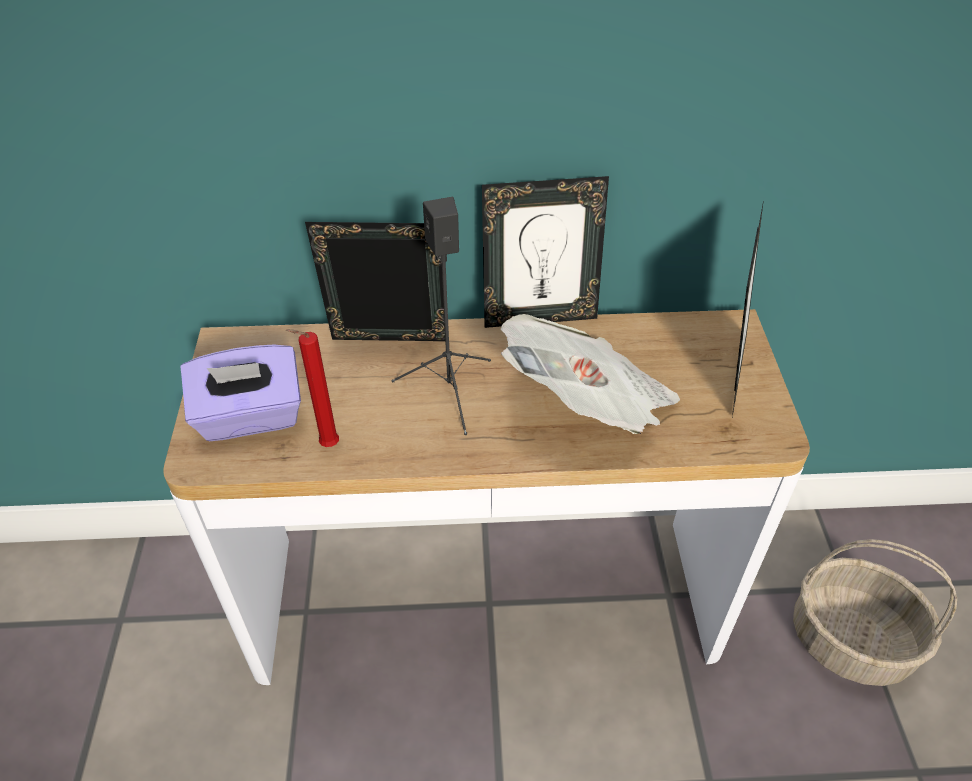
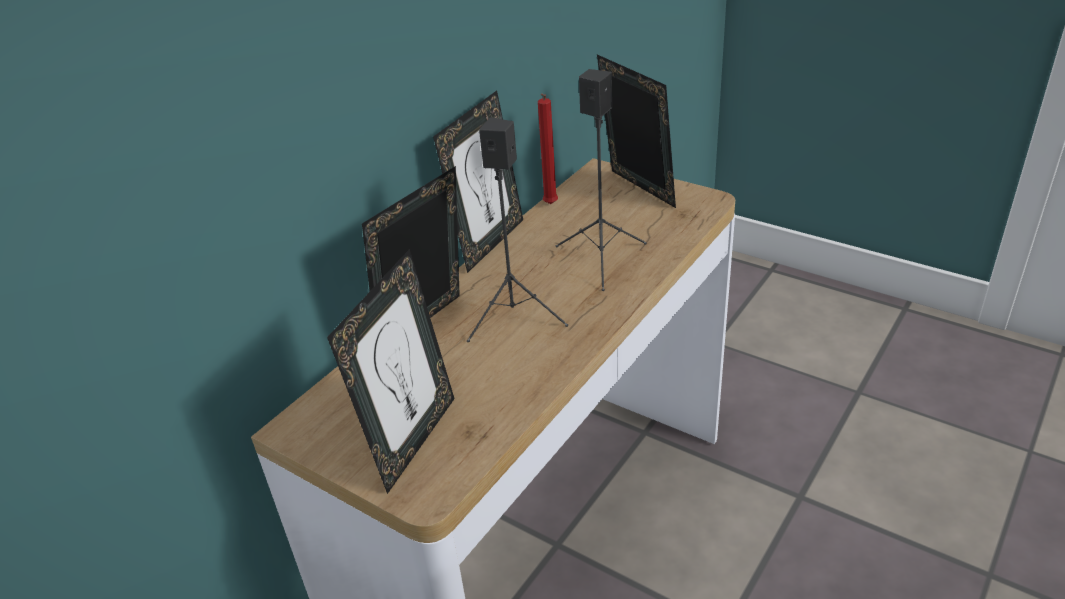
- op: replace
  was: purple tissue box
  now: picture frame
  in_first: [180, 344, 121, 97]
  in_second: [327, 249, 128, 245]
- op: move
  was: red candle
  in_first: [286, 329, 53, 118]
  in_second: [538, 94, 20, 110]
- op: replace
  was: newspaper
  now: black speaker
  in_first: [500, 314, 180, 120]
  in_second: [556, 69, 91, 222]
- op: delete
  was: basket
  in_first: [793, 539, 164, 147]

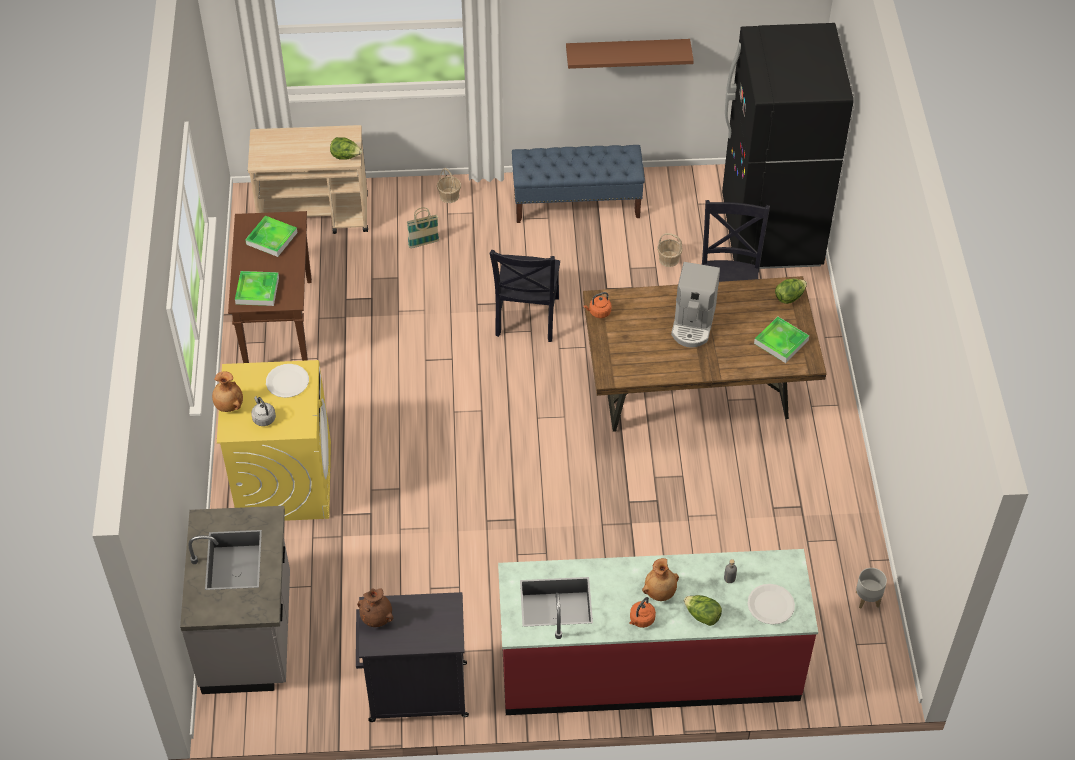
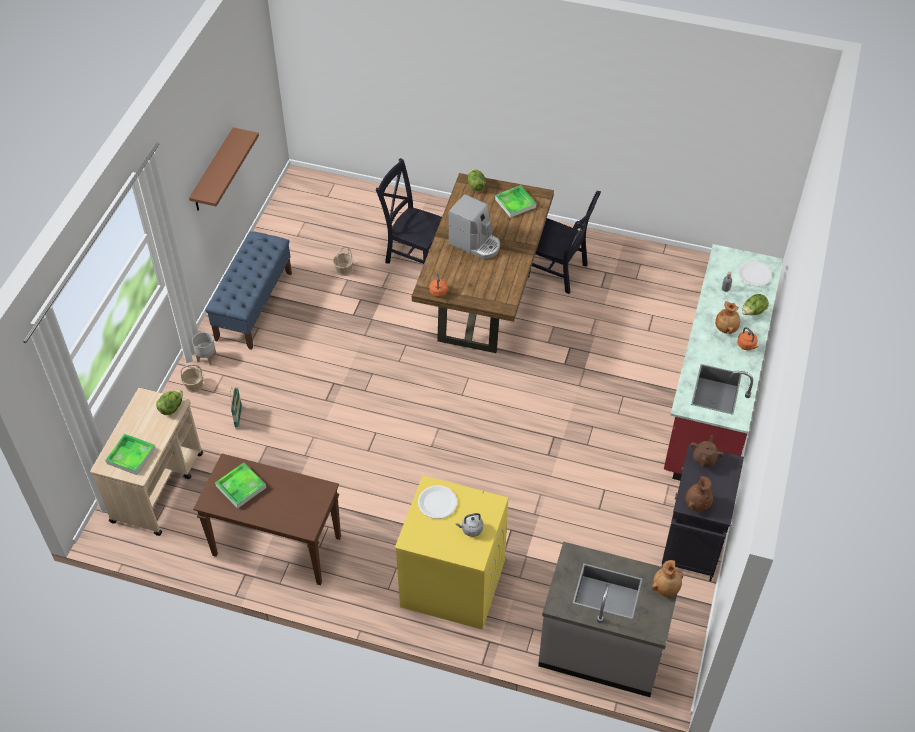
- op: move
  was: brown vase
  in_first: [212, 371, 31, 41]
  in_second: [651, 560, 32, 37]
- op: move
  was: tray
  in_first: [235, 271, 44, 35]
  in_second: [105, 434, 51, 41]
- op: move
  was: black chair
  in_first: [490, 250, 70, 92]
  in_second: [528, 191, 73, 103]
- op: delete
  was: black fridge
  in_first: [722, 23, 132, 246]
- op: move
  was: grey planter
  in_first: [856, 568, 31, 41]
  in_second: [192, 332, 25, 33]
- op: insert
  now: brown teapot
  in_second: [691, 435, 33, 32]

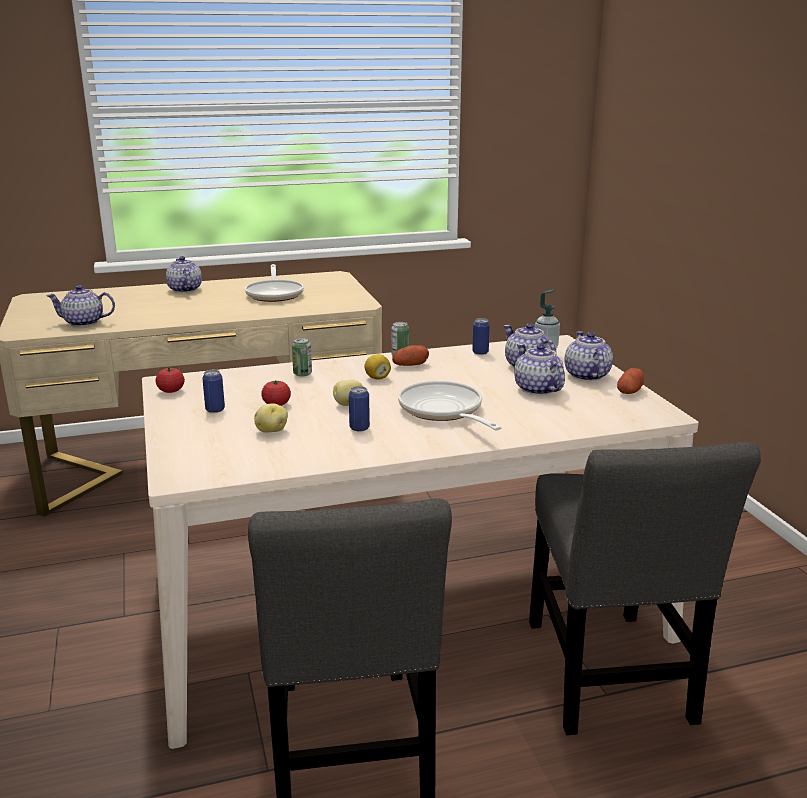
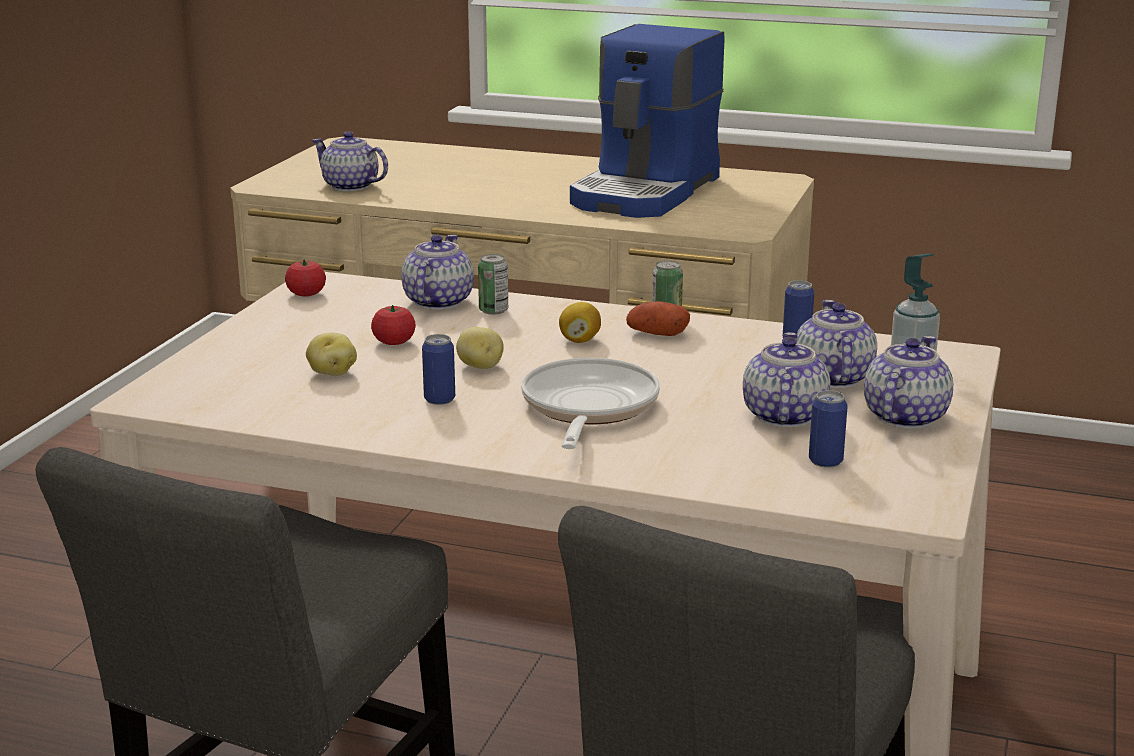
- op: move
  was: teapot
  in_first: [166, 256, 36, 37]
  in_second: [401, 234, 73, 76]
- op: move
  was: can
  in_first: [202, 370, 23, 43]
  in_second: [809, 390, 39, 78]
- op: replace
  was: frying pan
  now: coffee machine
  in_first: [245, 264, 59, 38]
  in_second: [570, 24, 154, 194]
- op: delete
  was: potato
  in_first: [617, 368, 27, 26]

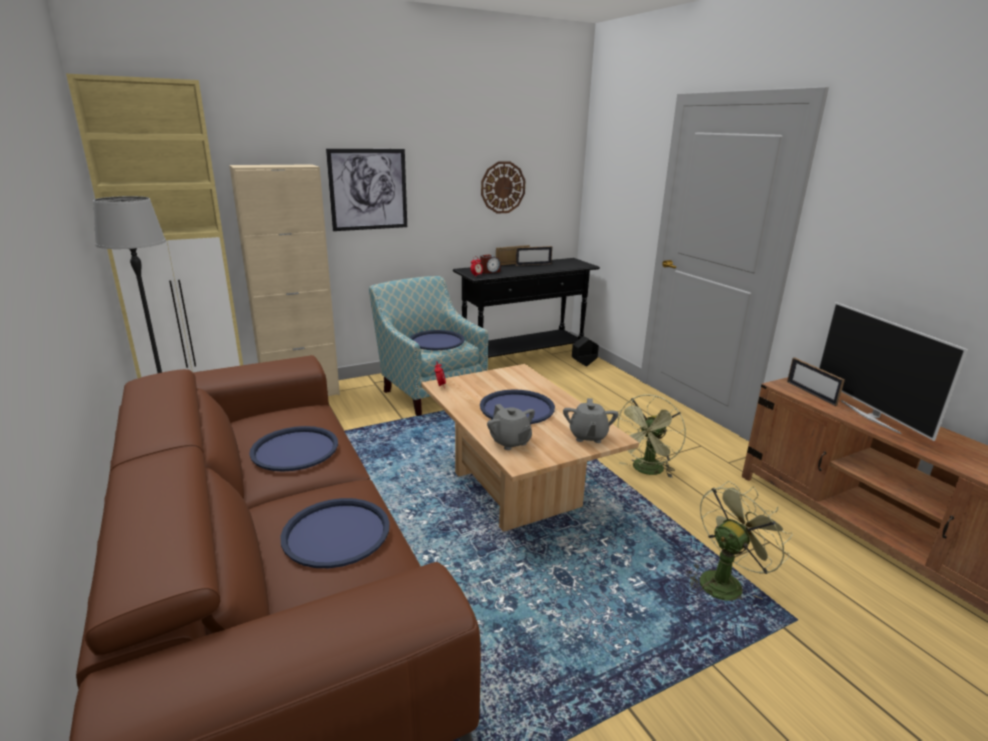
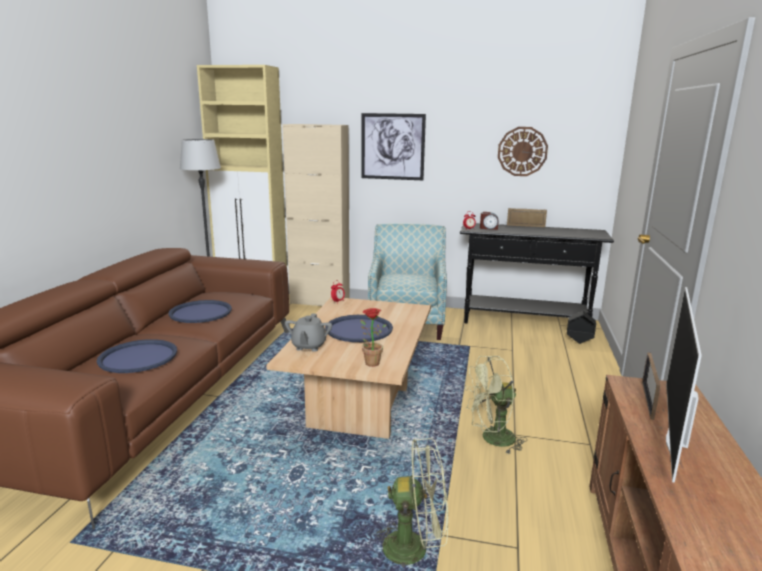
- op: delete
  was: blue tray
  in_first: [410, 330, 55, 20]
- op: delete
  was: picture frame
  in_first: [516, 246, 36, 20]
- op: replace
  was: grey teapot
  now: potted plant
  in_first: [563, 398, 55, 45]
  in_second: [360, 308, 27, 59]

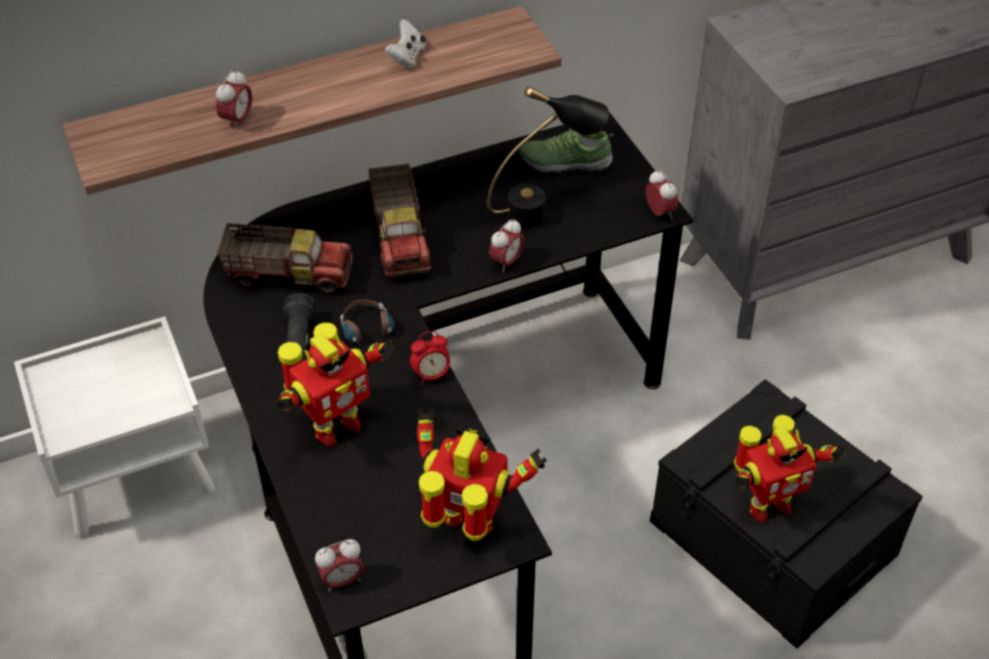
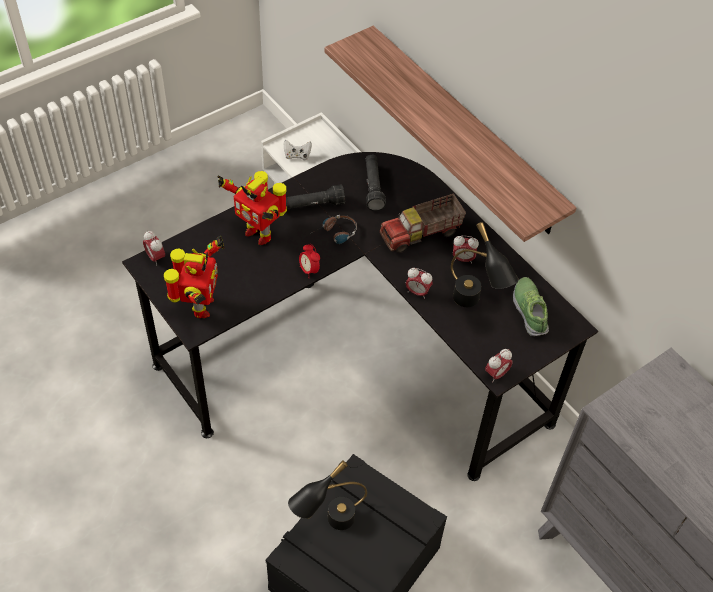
- op: move
  was: alarm clock
  in_first: [216, 69, 36, 62]
  in_second: [453, 235, 26, 29]
- op: replace
  was: toy truck
  now: black flashlight
  in_first: [217, 223, 136, 72]
  in_second: [366, 155, 20, 56]
- op: move
  was: white game controller
  in_first: [385, 19, 41, 49]
  in_second: [284, 140, 28, 20]
- op: replace
  was: toy robot
  now: black table lamp
  in_first: [734, 415, 112, 108]
  in_second: [288, 460, 79, 70]

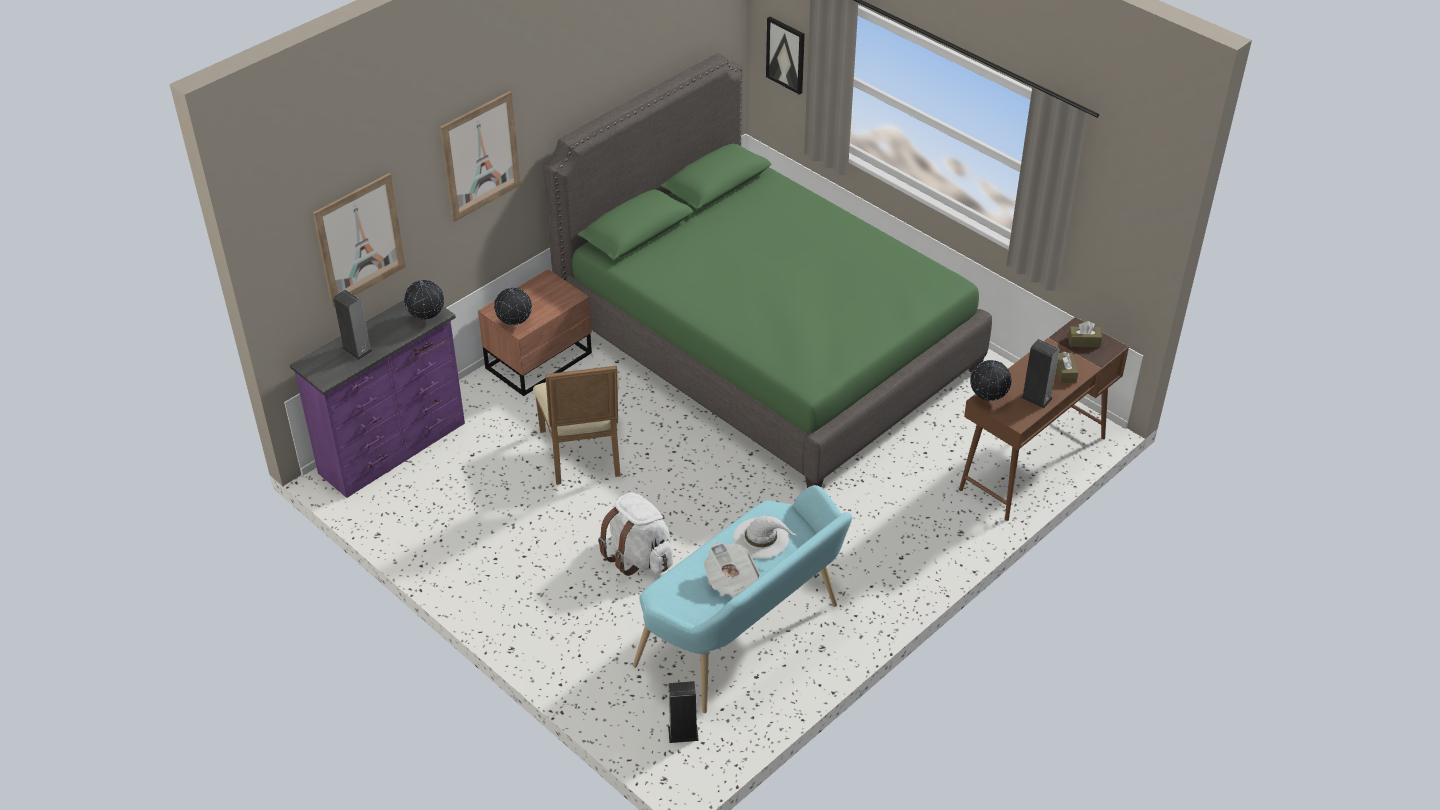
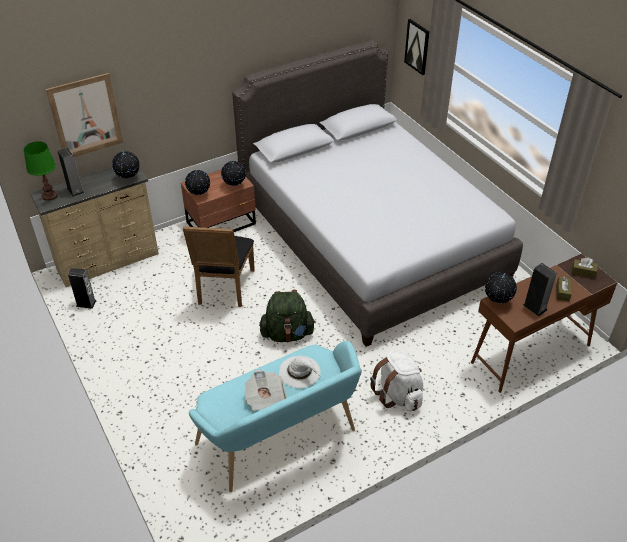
- op: recolor
  was: purple dresser
  now: beige dresser
  in_first: [290, 300, 175, 198]
  in_second: [30, 167, 129, 120]
- op: delete
  was: picture
  in_first: [440, 91, 81, 131]
- op: recolor
  was: beige chair
  now: black chair
  in_first: [533, 366, 87, 119]
  in_second: [183, 226, 72, 81]
- op: recolor
  was: green bed
  now: grey bed
  in_first: [543, 53, 449, 435]
  in_second: [232, 40, 291, 307]
- op: move
  was: white backpack
  in_first: [598, 492, 75, 84]
  in_second: [370, 349, 53, 63]
- op: move
  was: speaker
  in_first: [668, 681, 31, 62]
  in_second: [68, 268, 29, 41]
- op: insert
  now: green table lamp
  in_second: [24, 141, 34, 60]
- op: insert
  now: globe
  in_second: [221, 160, 25, 26]
- op: insert
  now: green backpack
  in_second: [259, 290, 57, 52]

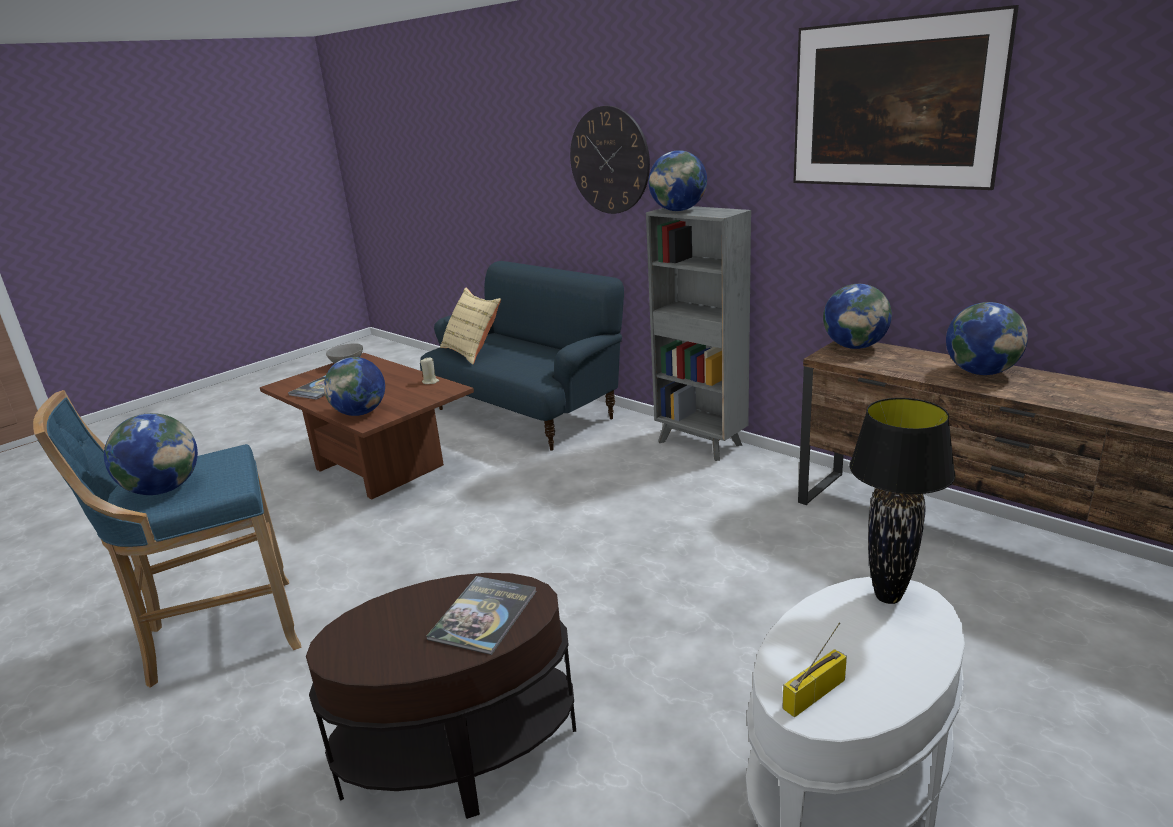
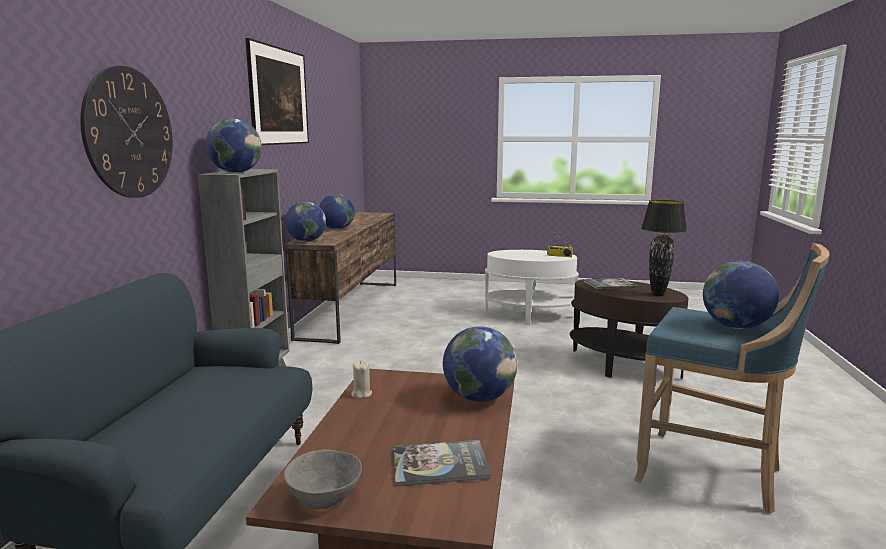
- op: delete
  was: beige pillow
  in_first: [440, 287, 61, 77]
- op: move
  was: black table lamp
  in_first: [849, 398, 107, 206]
  in_second: [641, 200, 46, 96]

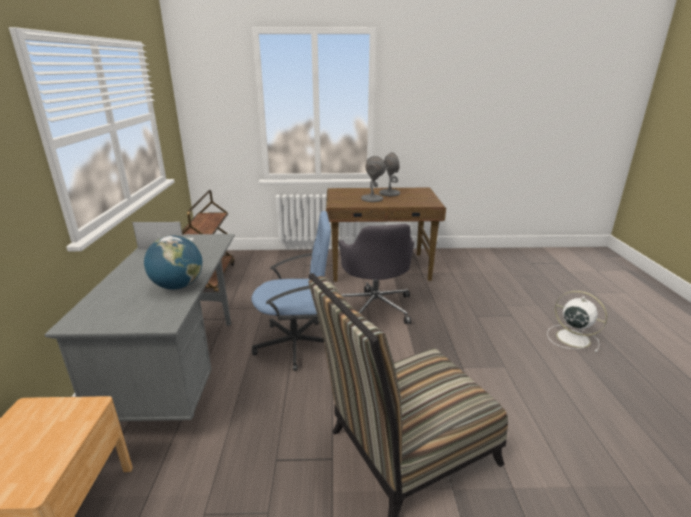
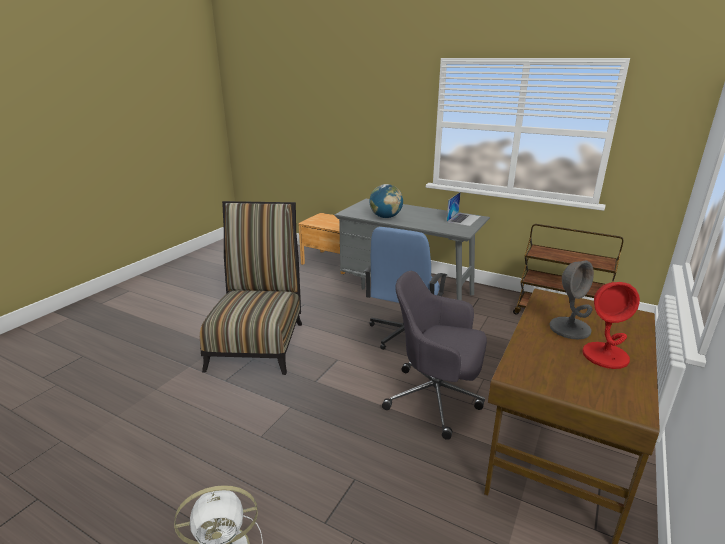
- op: recolor
  was: grey table lamp
  now: red table lamp
  in_first: [379, 152, 21, 44]
  in_second: [582, 282, 58, 87]

